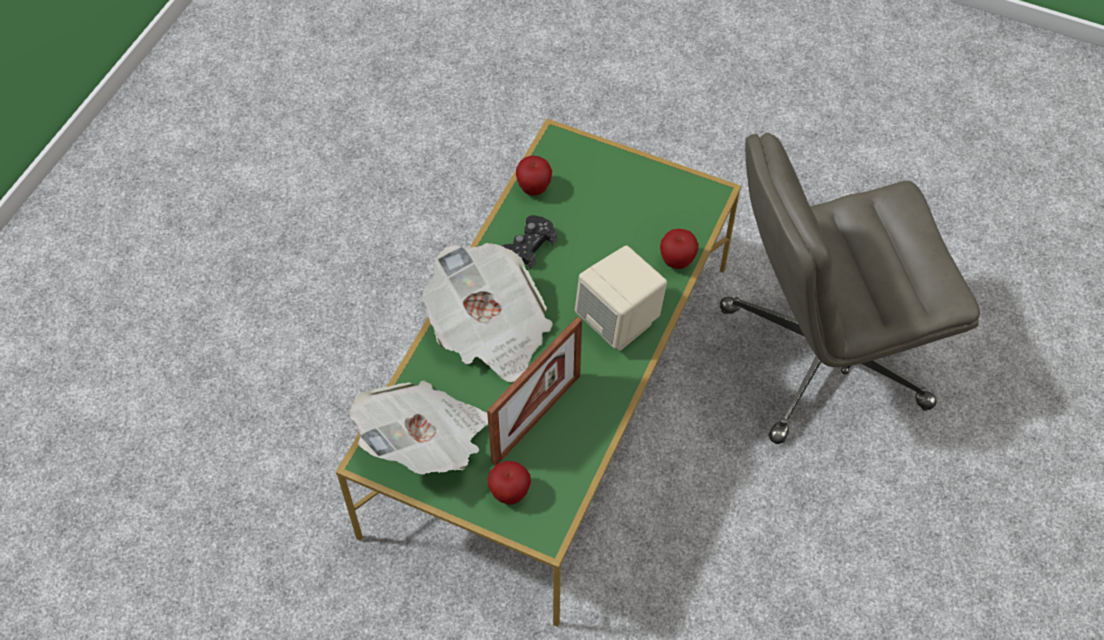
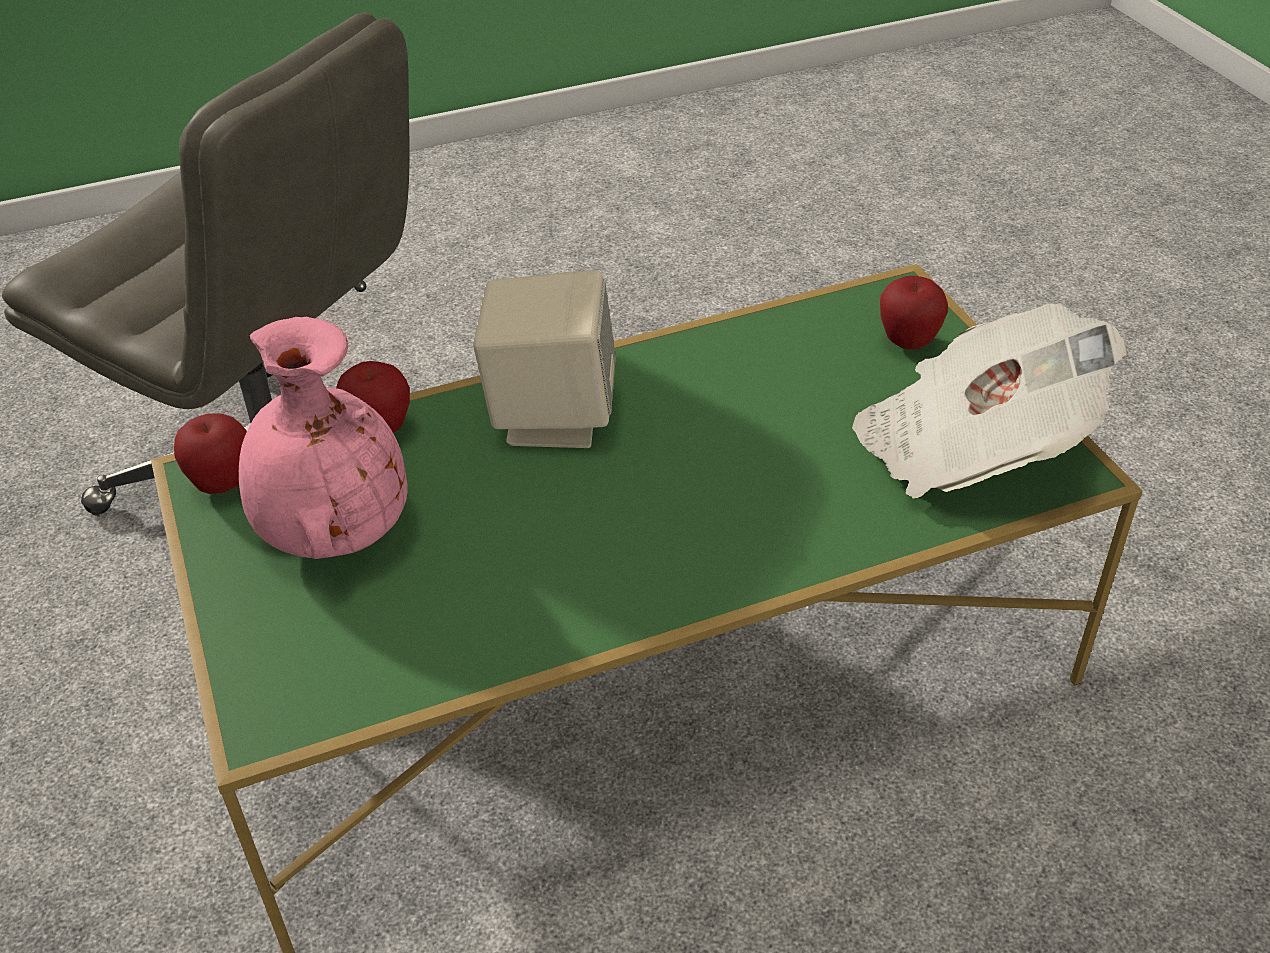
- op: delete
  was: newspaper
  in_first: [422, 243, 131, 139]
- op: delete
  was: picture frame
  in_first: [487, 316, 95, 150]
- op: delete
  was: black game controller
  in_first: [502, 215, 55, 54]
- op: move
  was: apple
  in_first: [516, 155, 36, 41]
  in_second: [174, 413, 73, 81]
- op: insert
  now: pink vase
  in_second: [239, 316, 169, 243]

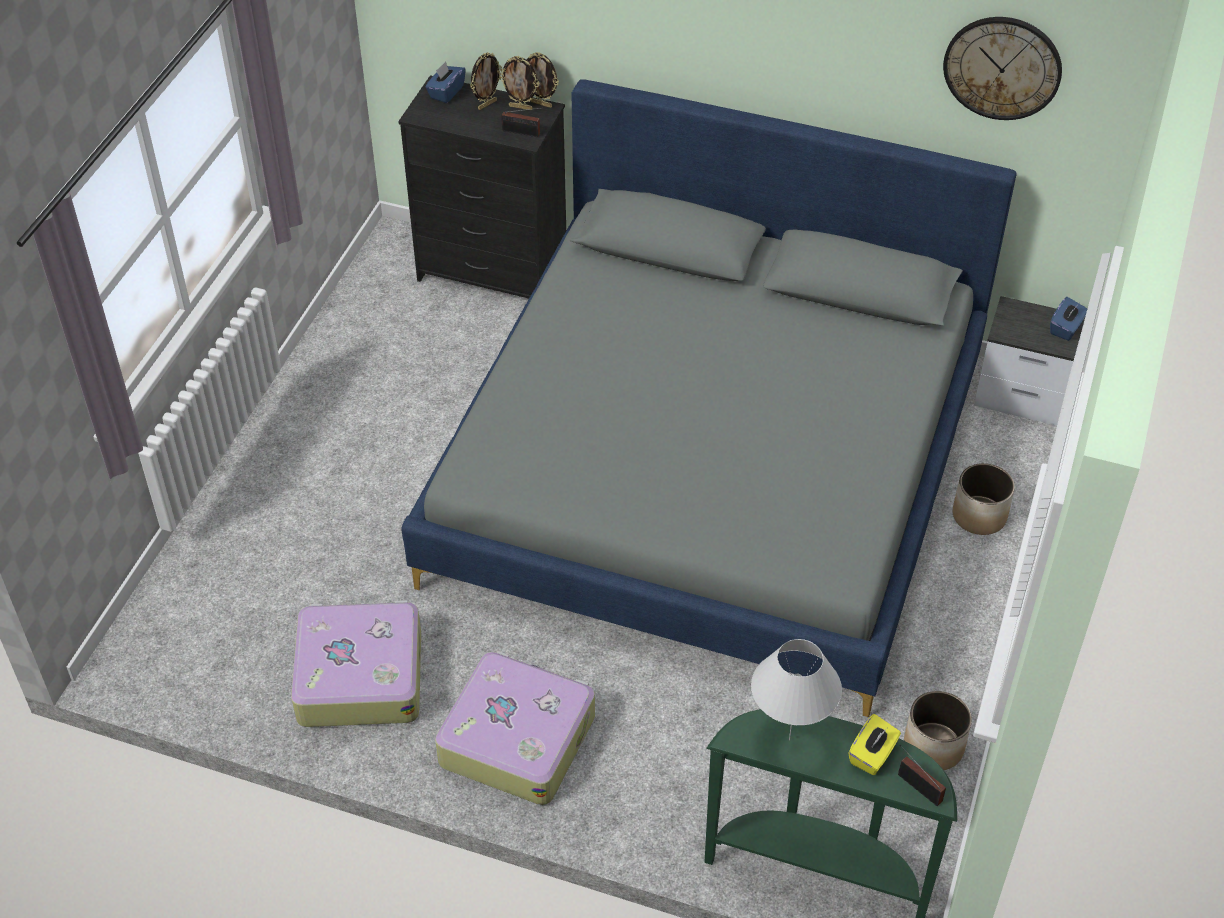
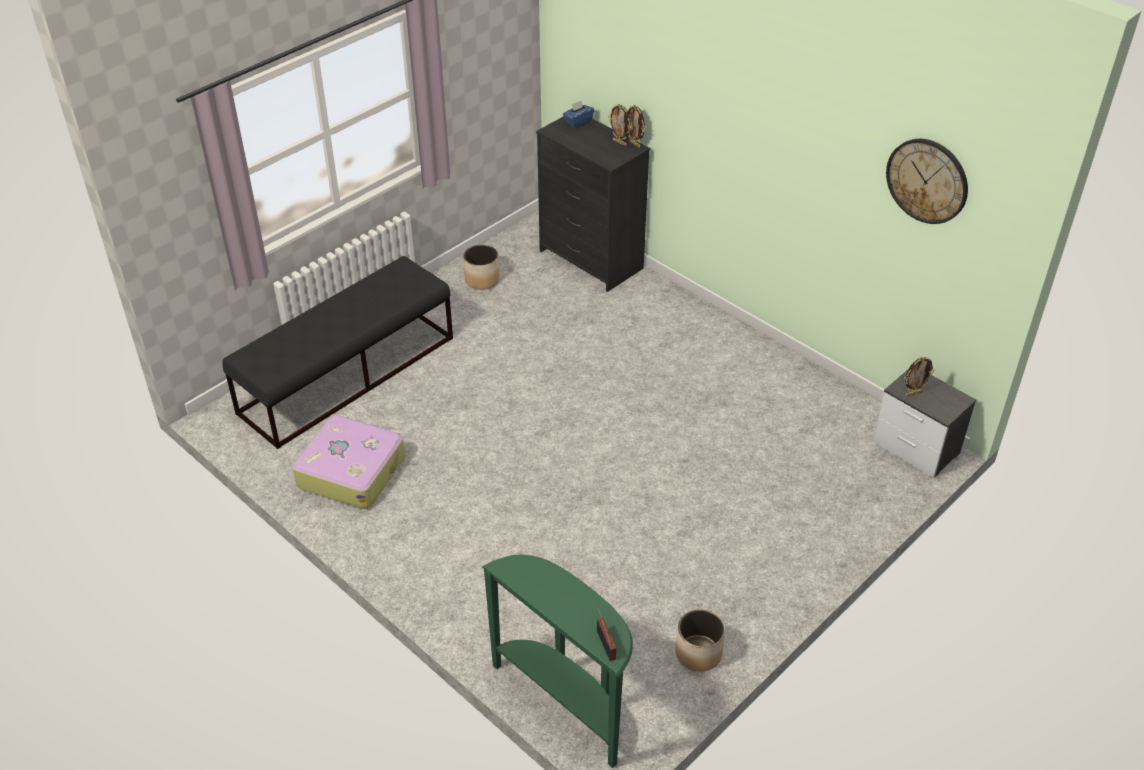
- op: delete
  was: grey bed
  in_first: [401, 79, 616, 638]
- op: delete
  was: suitcase
  in_first: [435, 651, 160, 154]
- op: move
  was: picture frame
  in_first: [470, 53, 32, 57]
  in_second: [904, 357, 30, 39]
- op: delete
  was: radio
  in_first: [501, 108, 39, 29]
- op: delete
  was: white table lamp
  in_first: [751, 639, 91, 101]
- op: delete
  was: yellow tissue box
  in_first: [848, 714, 53, 61]
- op: move
  was: planter
  in_first: [953, 463, 62, 72]
  in_second: [463, 245, 37, 45]
- op: delete
  was: blue tissue box
  in_first: [1050, 297, 37, 44]
- op: insert
  now: black bench
  in_second: [222, 256, 231, 193]

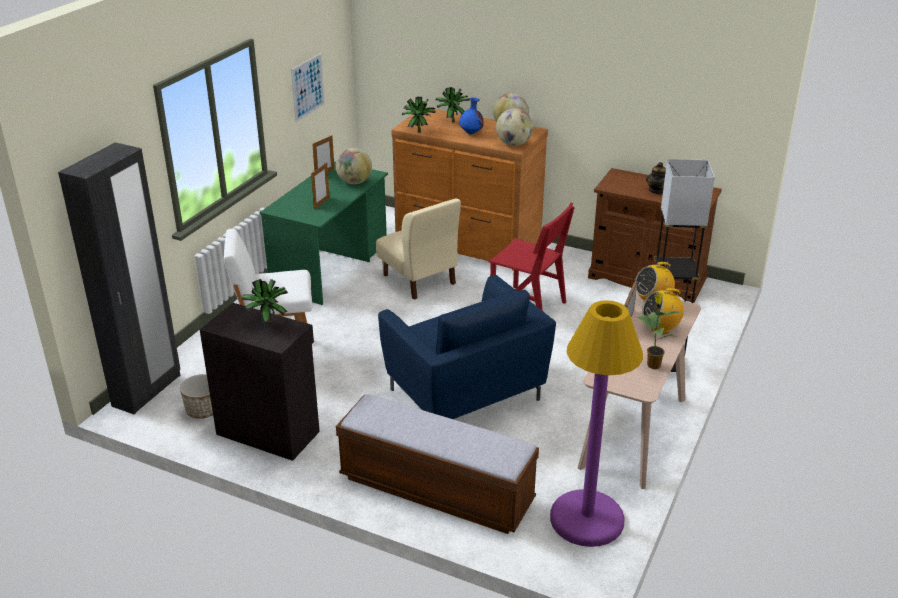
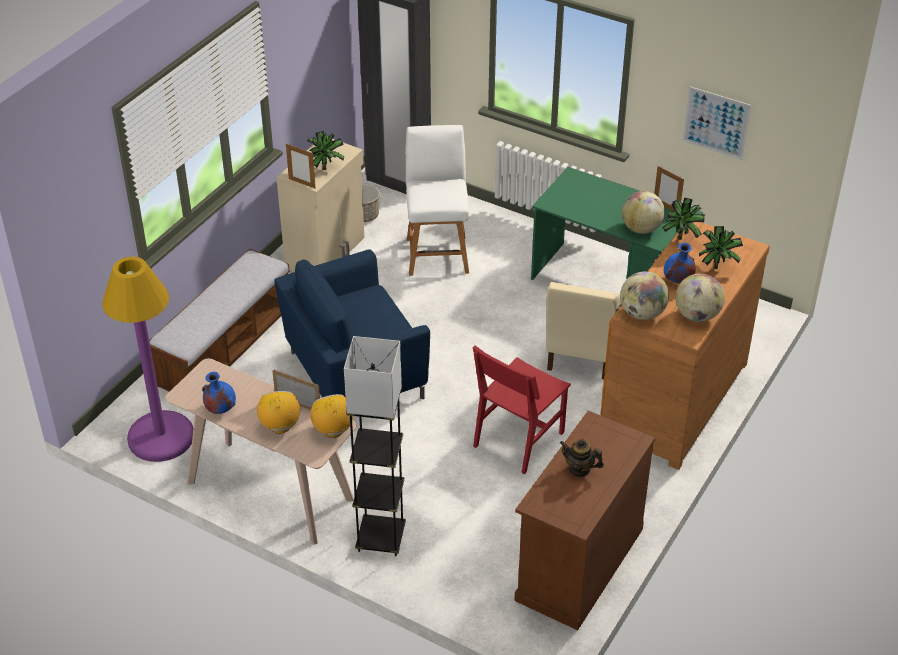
- op: recolor
  was: black cabinet
  now: beige cabinet
  in_first: [200, 303, 120, 158]
  in_second: [276, 139, 88, 132]
- op: move
  was: picture frame
  in_first: [311, 163, 19, 46]
  in_second: [286, 144, 30, 45]
- op: rotate
  was: beige chair
  in_first: [376, 198, 85, 102]
  in_second: [546, 282, 75, 97]
  clockwise: -45
- op: replace
  was: potted plant
  now: blue vase
  in_first: [637, 293, 47, 76]
  in_second: [202, 372, 34, 42]

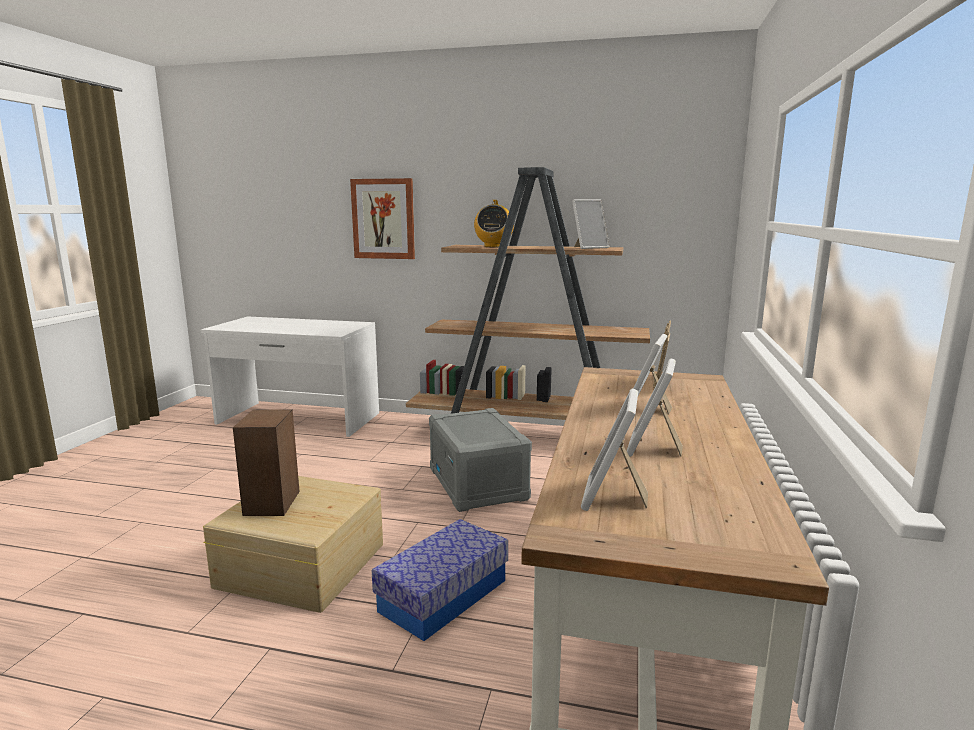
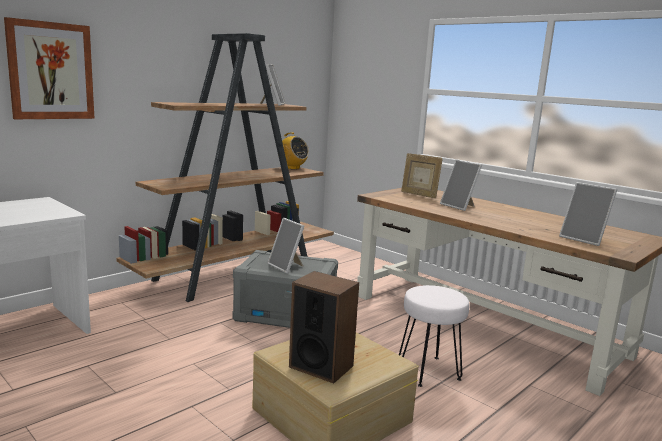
- op: replace
  was: storage box
  now: white stool
  in_first: [372, 519, 136, 122]
  in_second: [399, 285, 70, 102]
- op: move
  was: radio
  in_first: [474, 200, 40, 47]
  in_second: [278, 132, 31, 38]
- op: move
  was: picture frame
  in_first: [626, 358, 57, 99]
  in_second: [268, 218, 36, 56]

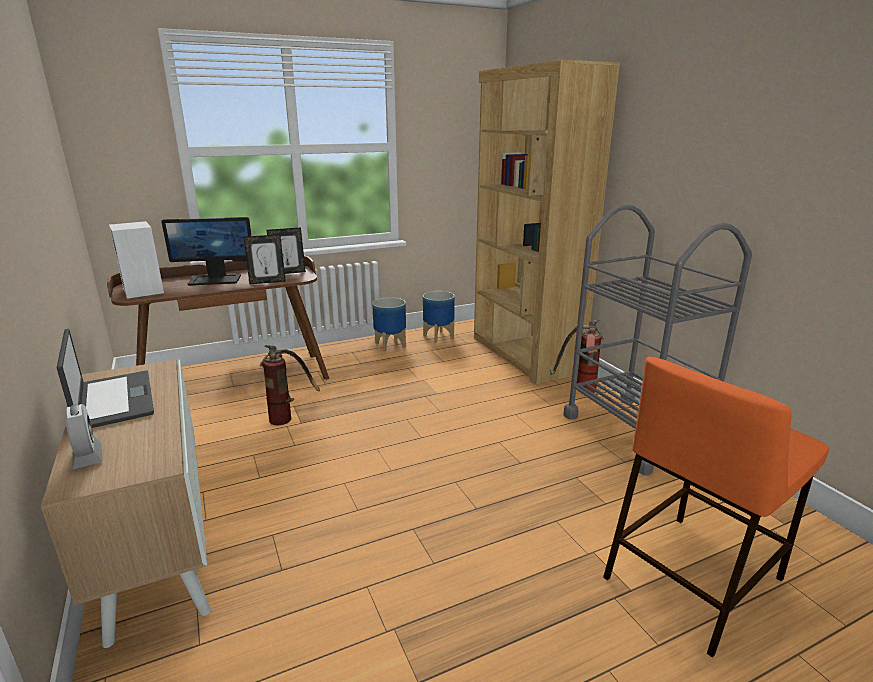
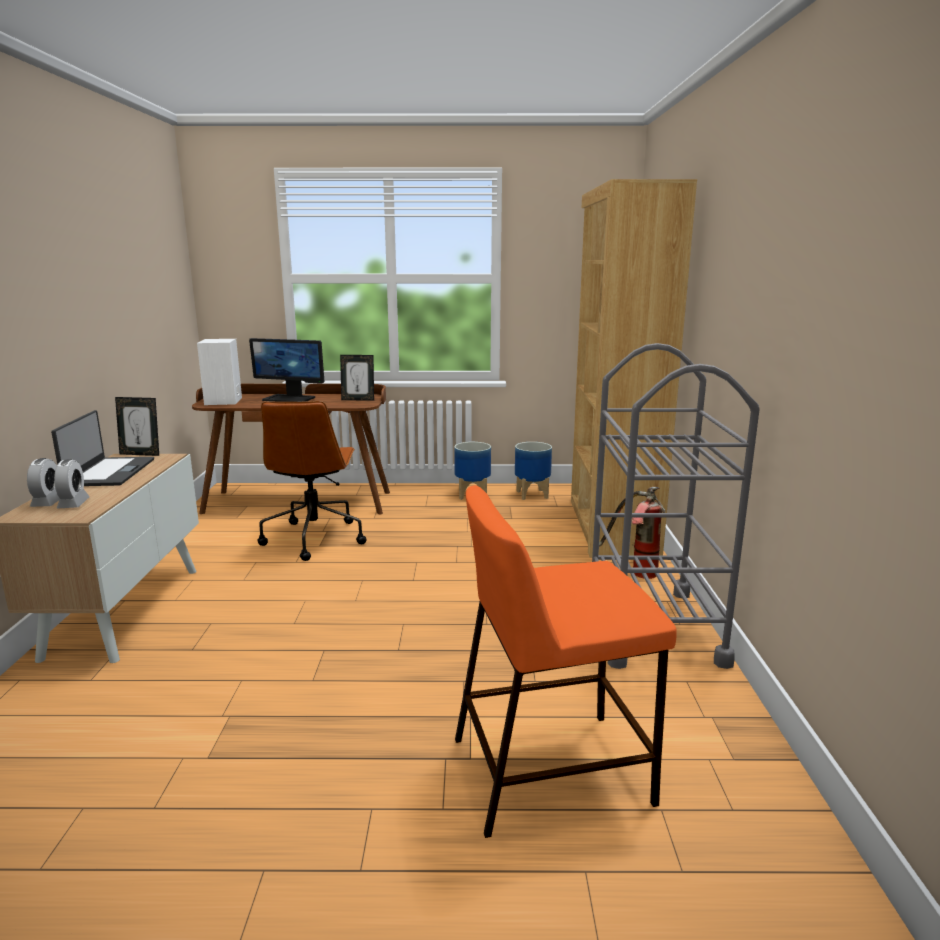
- op: move
  was: picture frame
  in_first: [243, 234, 43, 50]
  in_second: [115, 397, 44, 59]
- op: replace
  was: fire extinguisher
  now: brown office chair
  in_first: [259, 345, 61, 80]
  in_second: [257, 401, 110, 160]
- op: insert
  now: alarm clock
  in_second: [54, 459, 36, 50]

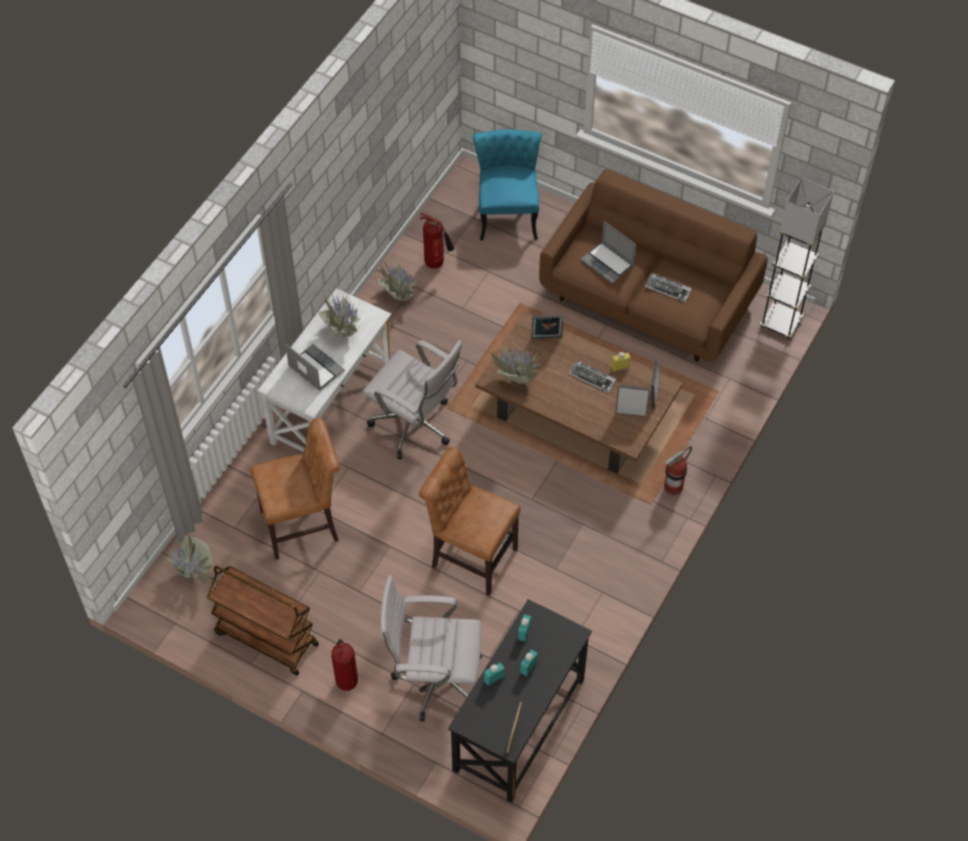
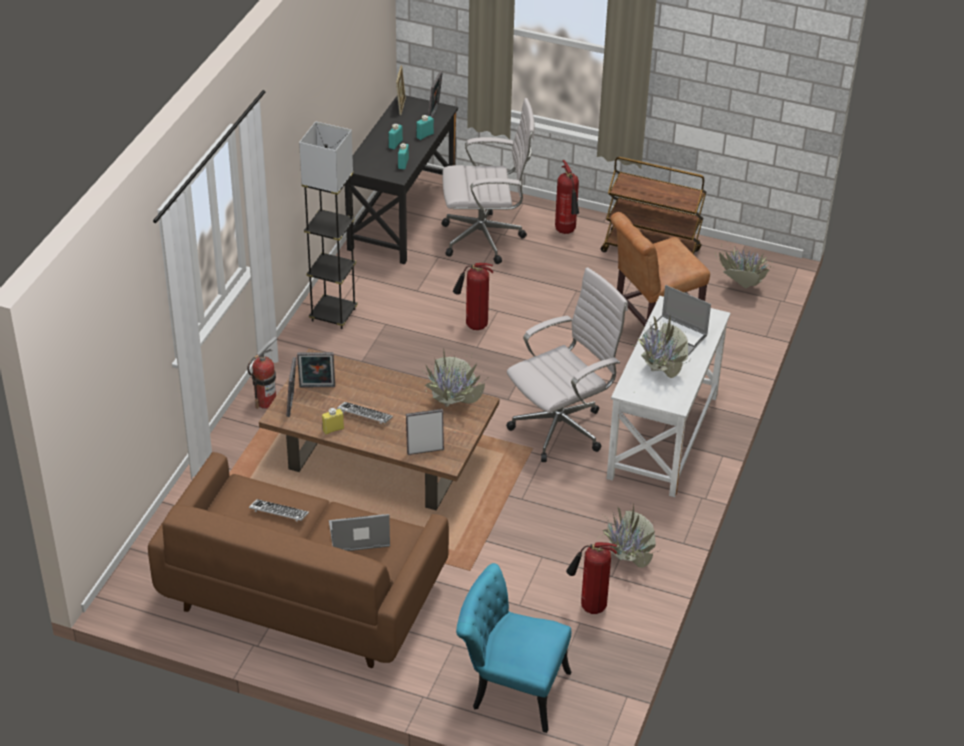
- op: rotate
  was: white office chair
  in_first: [362, 340, 101, 119]
  in_second: [506, 267, 122, 195]
  clockwise: 120
- op: replace
  was: brown chair
  now: fire extinguisher
  in_first: [419, 447, 102, 149]
  in_second: [453, 263, 40, 67]
- op: rotate
  was: turquoise chair
  in_first: [473, 129, 69, 111]
  in_second: [456, 563, 115, 170]
  clockwise: 120
- op: rotate
  was: laptop
  in_first: [581, 221, 55, 63]
  in_second: [329, 514, 61, 37]
  clockwise: -45
- op: move
  was: grey floor lamp
  in_first: [760, 178, 74, 161]
  in_second: [299, 121, 59, 208]
- op: insert
  now: picture frame
  in_second: [428, 71, 15, 46]

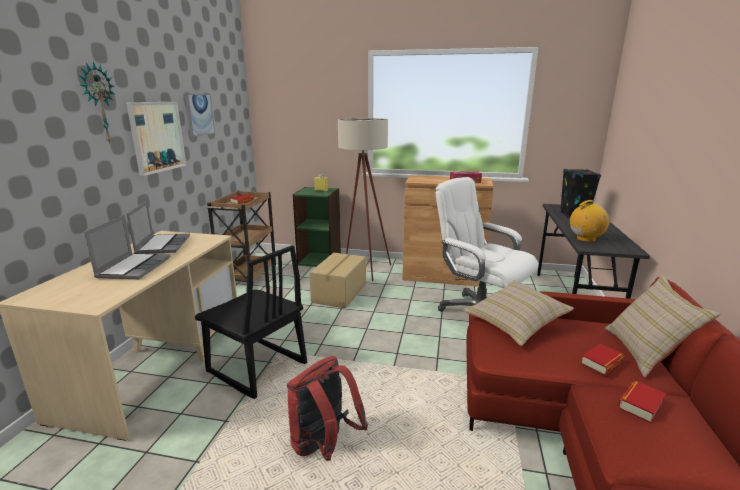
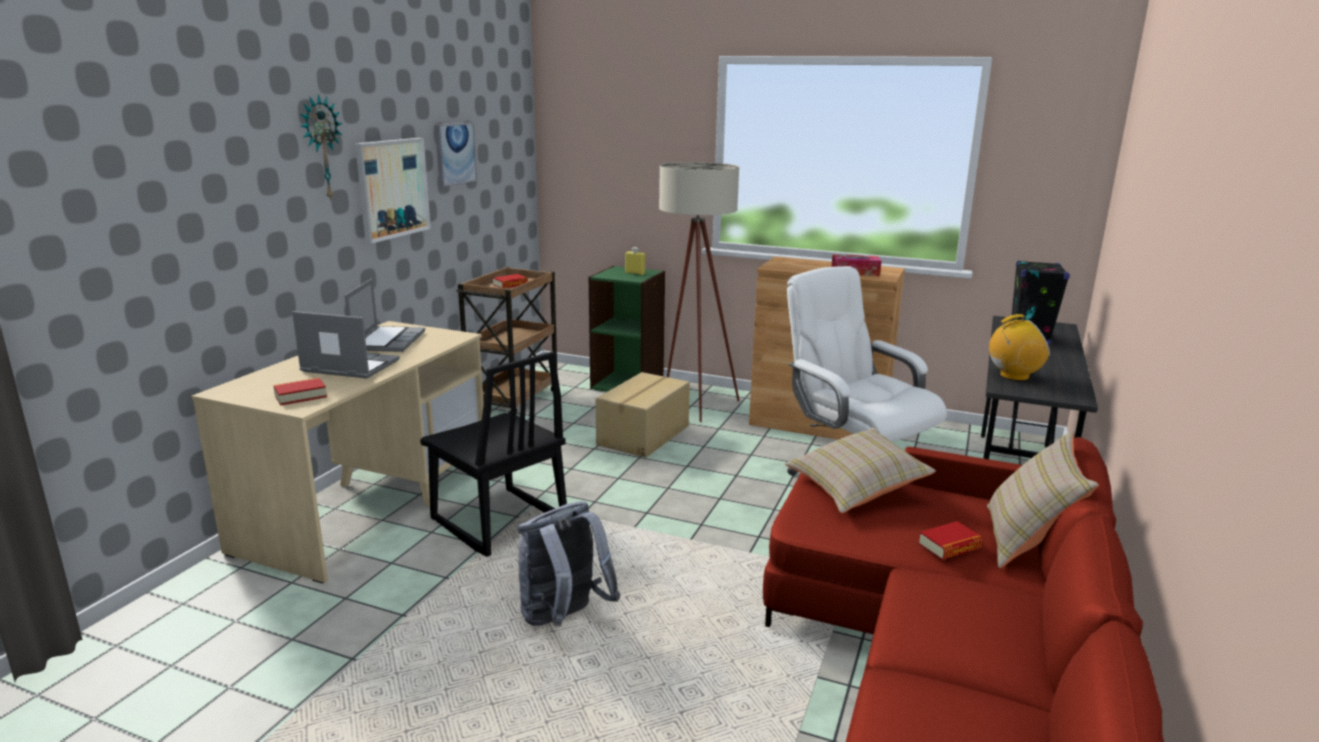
- op: rotate
  was: laptop
  in_first: [84, 215, 86, 64]
  in_second: [292, 311, 108, 68]
  clockwise: -90
- op: recolor
  was: red backpack
  now: grey backpack
  in_first: [287, 356, 81, 105]
  in_second: [517, 501, 103, 125]
- op: move
  was: book
  in_first: [618, 381, 48, 42]
  in_second: [274, 378, 53, 28]

